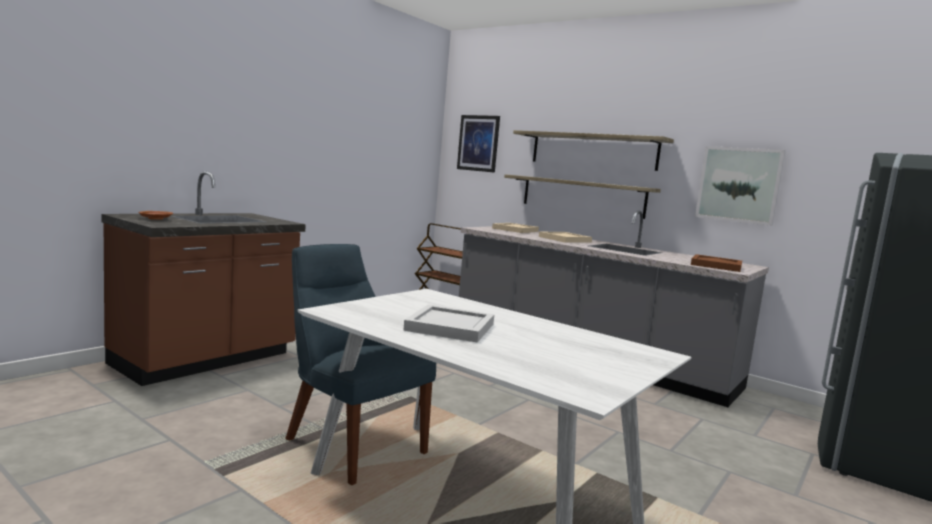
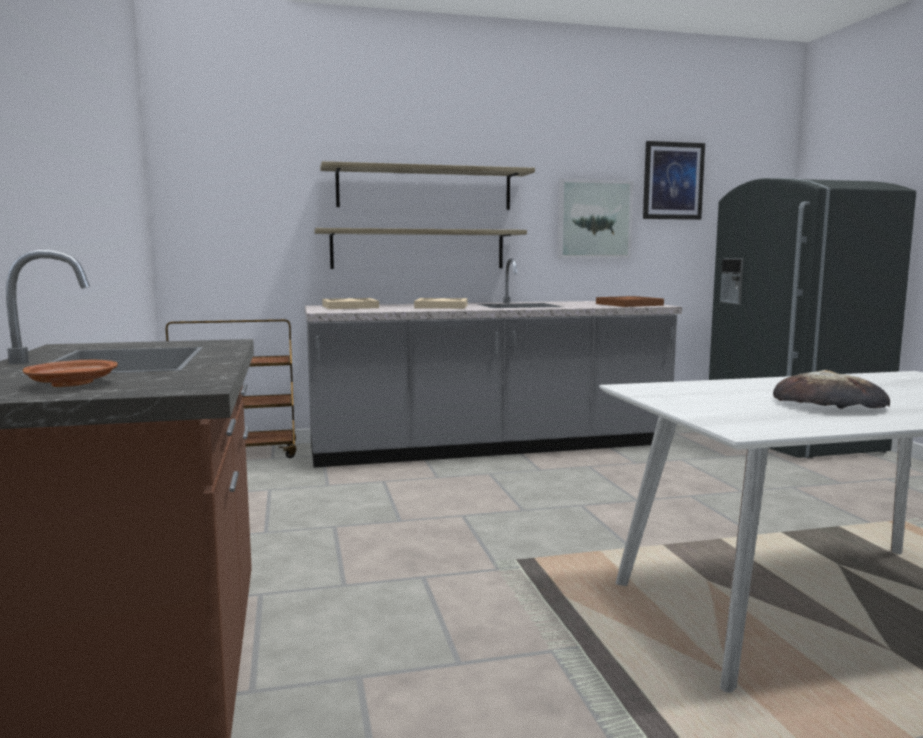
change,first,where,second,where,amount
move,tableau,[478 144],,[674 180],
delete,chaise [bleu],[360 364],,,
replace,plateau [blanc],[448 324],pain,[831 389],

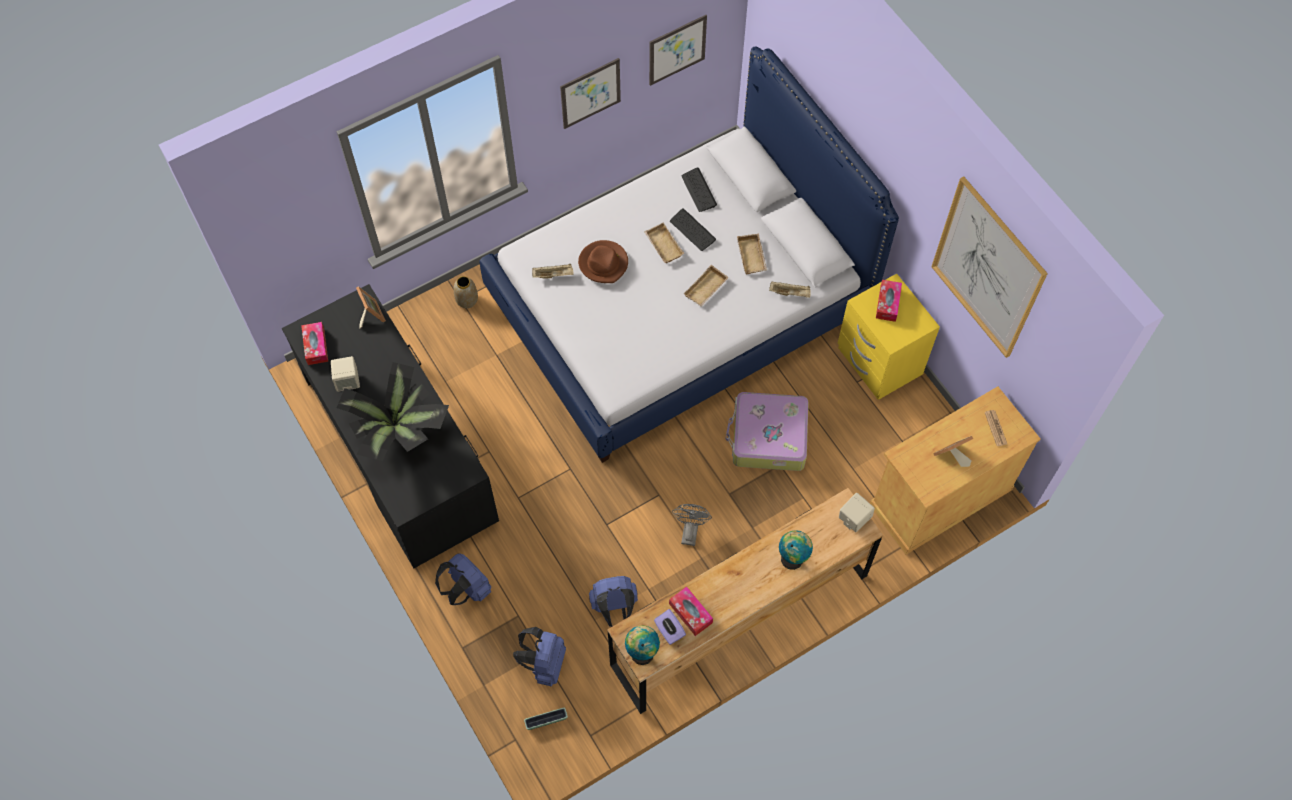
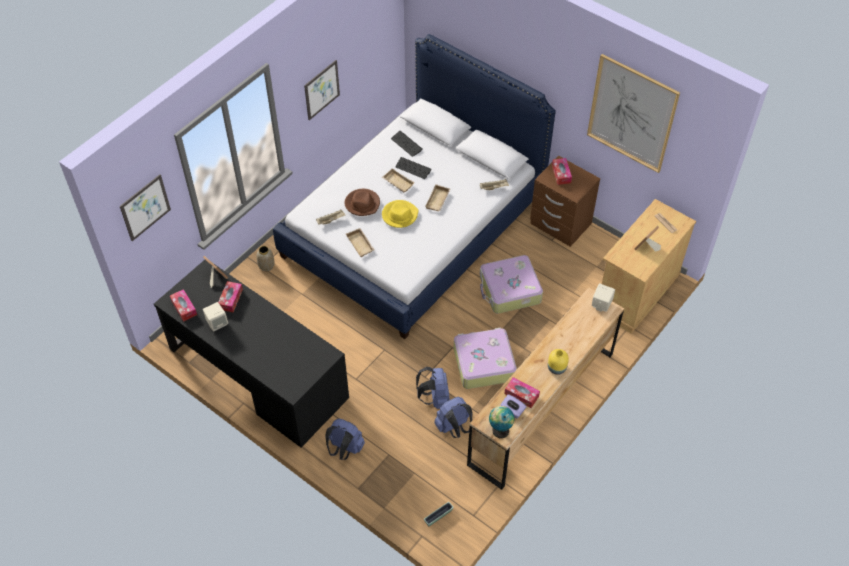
change,first,where,second,where,amount
move,tableau,[678 50],,[145 207],
move,plateau [beige],[752 254],,[360 242],
recolor,table de chevet [jaune],[889 337],table de chevet [marron],[565 201],
delete,plante en pot,[393 411],,,
replace,ventilateur [gris],[692 525],valise,[485 358],
delete,globe,[796 550],,,
move,sac à dos [bleu],[539 657],,[433 388],
insert,,,chapeau [jaune],[400 214],
insert,,,boîte à mouchoirs,[230 296],
insert,,,vase [jaune],[558 362],

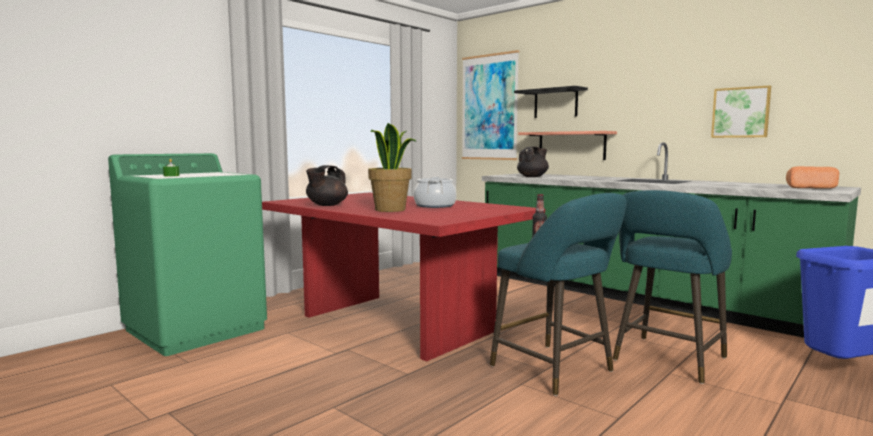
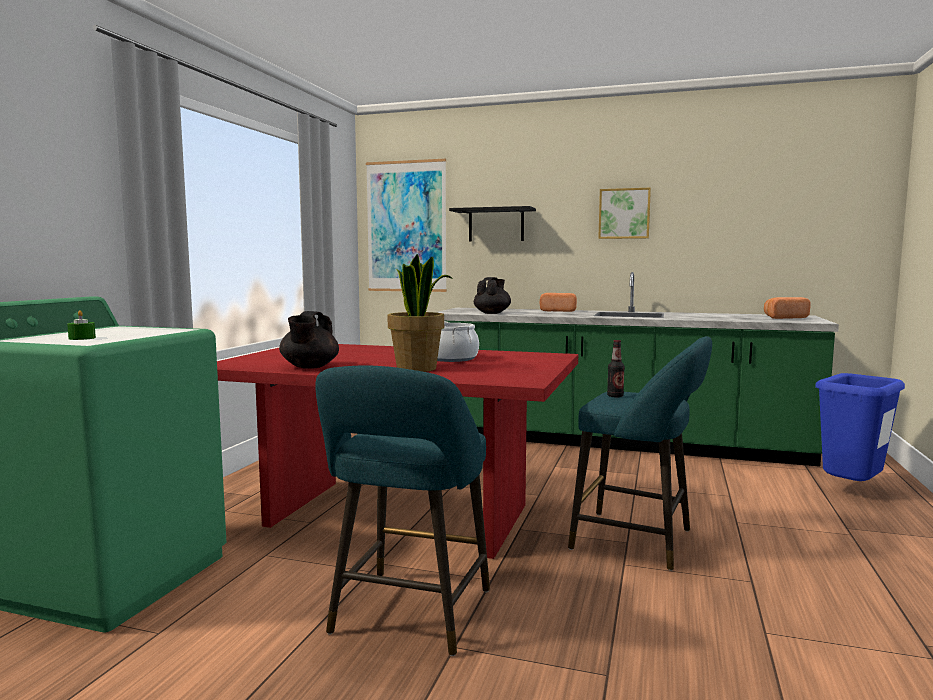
change,first,where,second,where,amount
move,tableau,[741 111],,[624 213],
delete,étagère,[567 145],,,
move,tabouret [turquoise],[672 287],,[402 510],
insert,,,pain,[558 302],

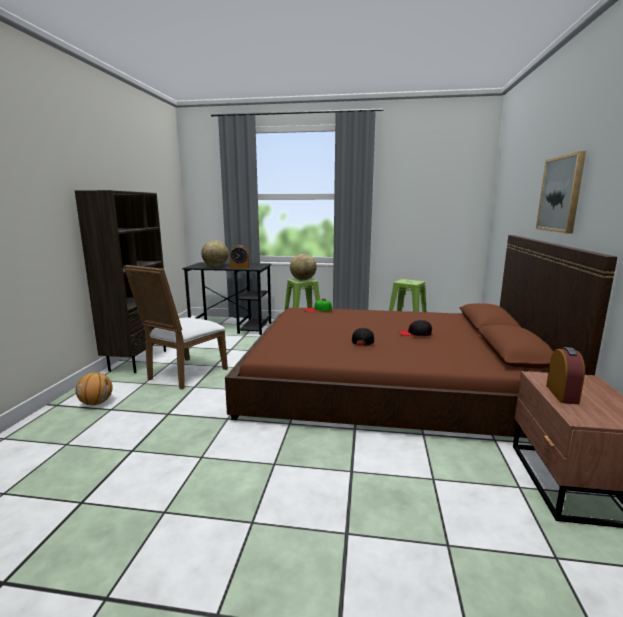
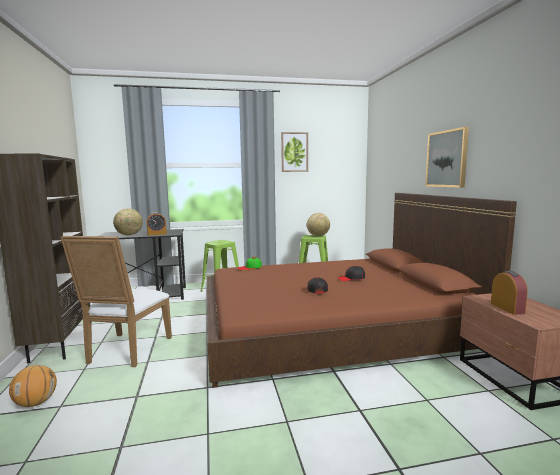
change,first,where,second,where,amount
move,globe,[303 267],,[318 224],
insert,,,tableau,[294 152],

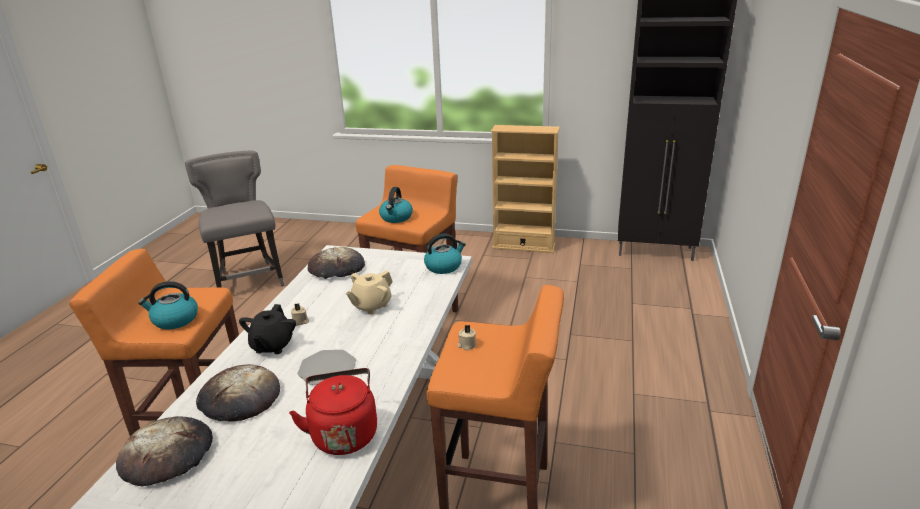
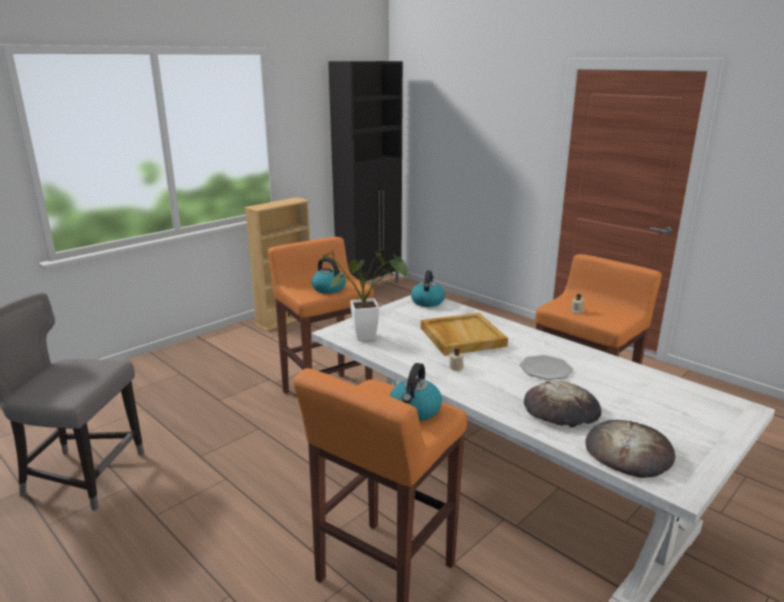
change,first,where,second,where,amount
replace,pain,[336 263],plante en pot,[364 295],
replace,théière [beige],[369 292],plateau [beige],[464 334],
delete,théière [noir],[267 329],,,
delete,bouilloire [rouge],[333 411],,,

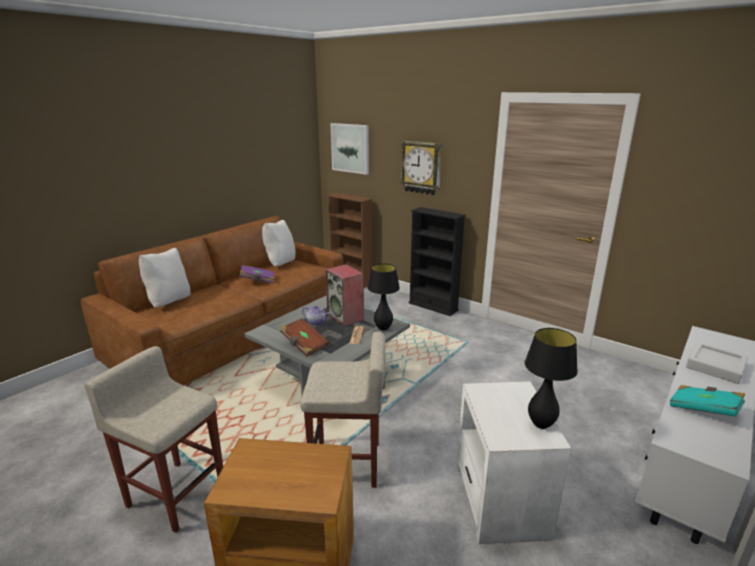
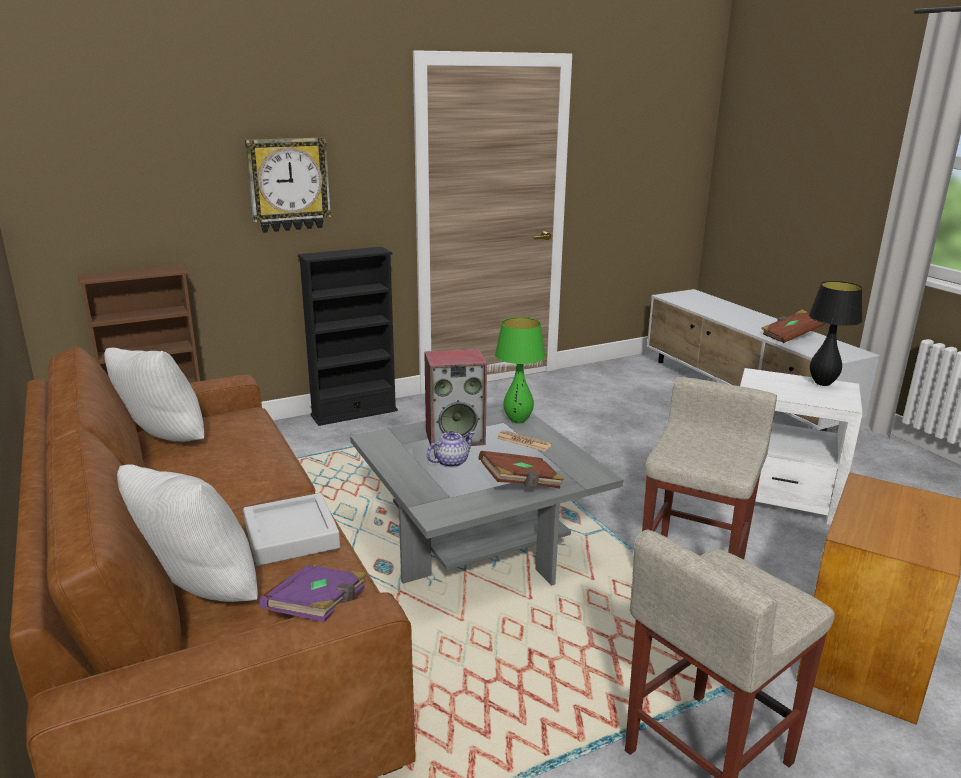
change,first,where,second,where,amount
delete,tableau,[349 149],,,
recolor,lampe de table [noir],[384 297],lampe de table [vert],[520 370],
move,livre [violet],[257 274],,[313 593],
move,plateau [gris],[717 363],,[291 529],
recolor,livre [turquoise],[707 401],livre [marron],[793 326],

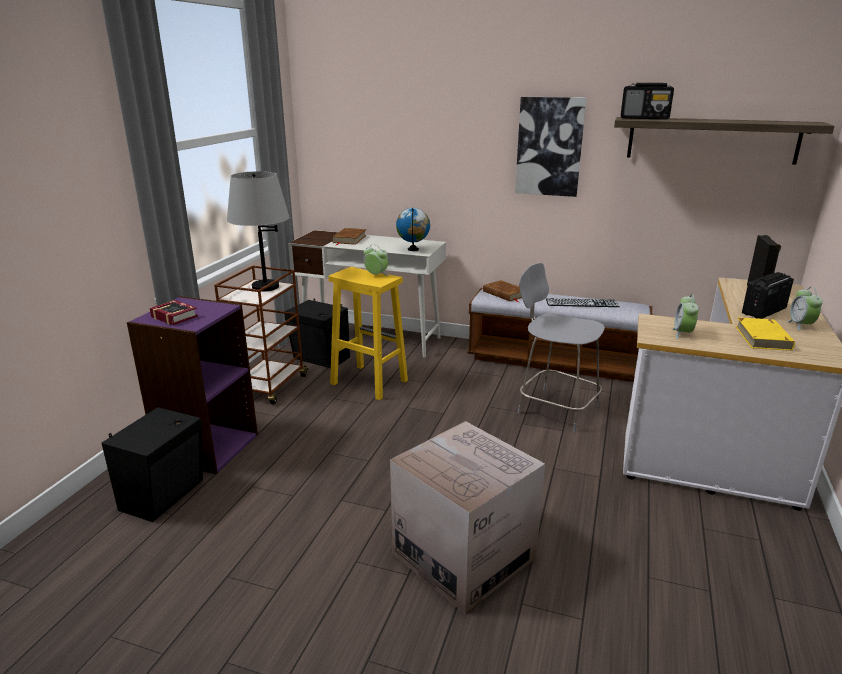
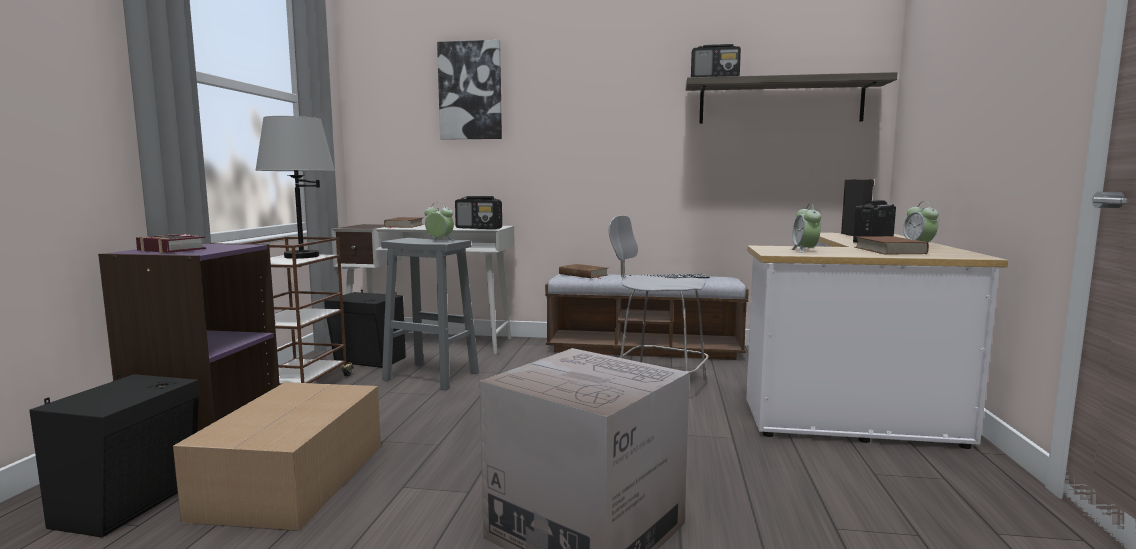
change,first,where,second,where,amount
move,tableau,[550 147],,[469 90],
replace,globe,[413 229],radio,[478 212],
recolor,tabouret [jaune],[368 333],tabouret [gris],[430 314],
recolor,livre [jaune],[765 334],livre [marron],[892 245],
insert,,,carton,[277 456],

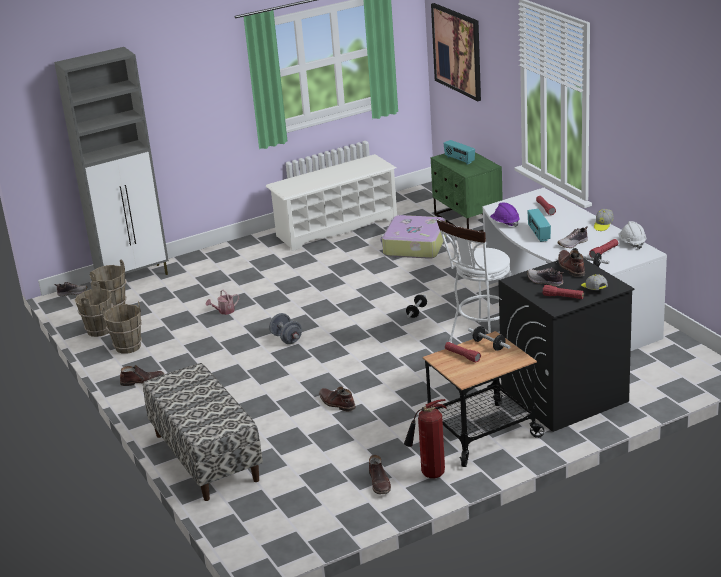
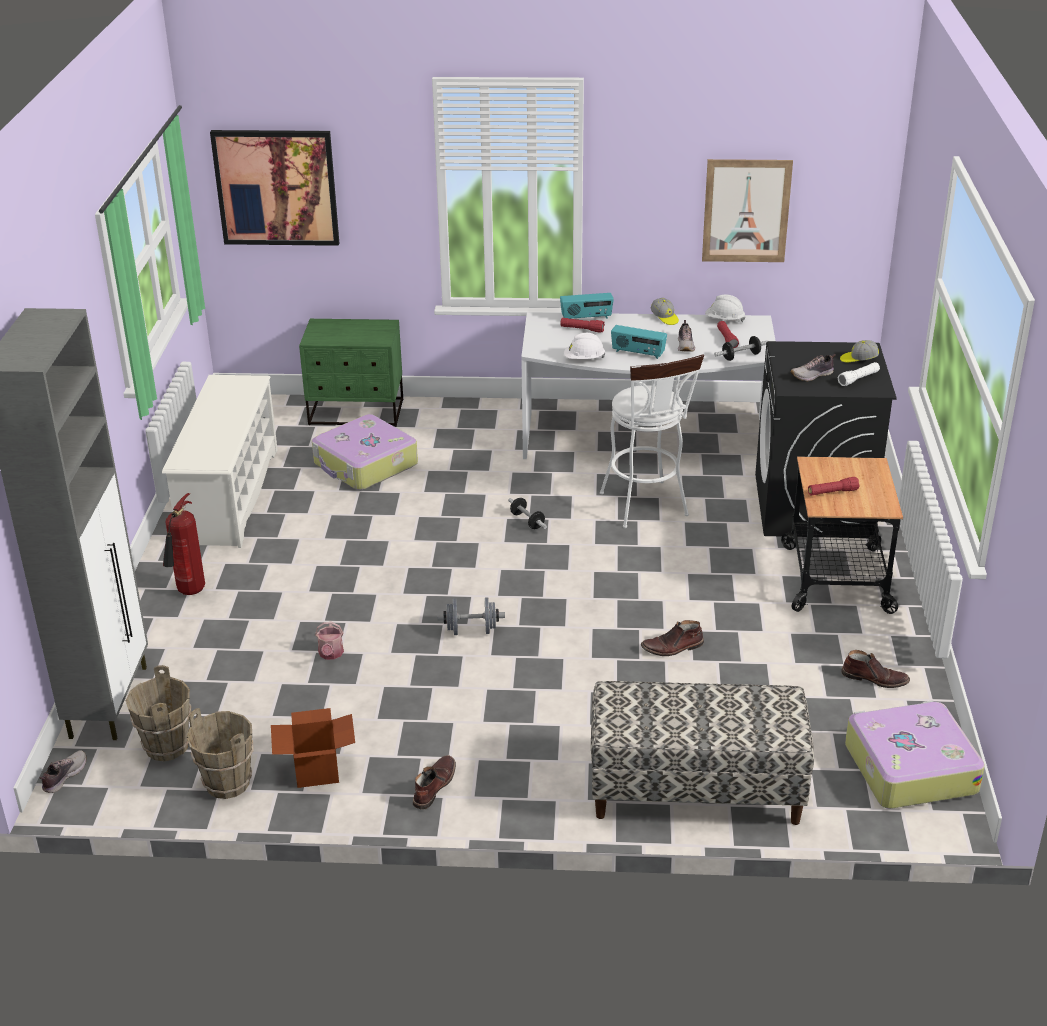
change,first,where,second,where,amount
move,radio,[459 152],,[587 306],
recolor,casque de chantier [violet],[505 215],casque de chantier [blanc],[585 346],
delete,botte [marron],[571 263],,,
recolor,lampe de poche [rouge],[563 292],lampe de poche [blanc],[859 374],
replace,seau [marron],[122 327],carton,[313 748],
delete,haltère,[489 338],,,
move,extincteur,[425 438],,[184 544],
insert,,,tableau,[747 210],
insert,,,valise,[915 754],

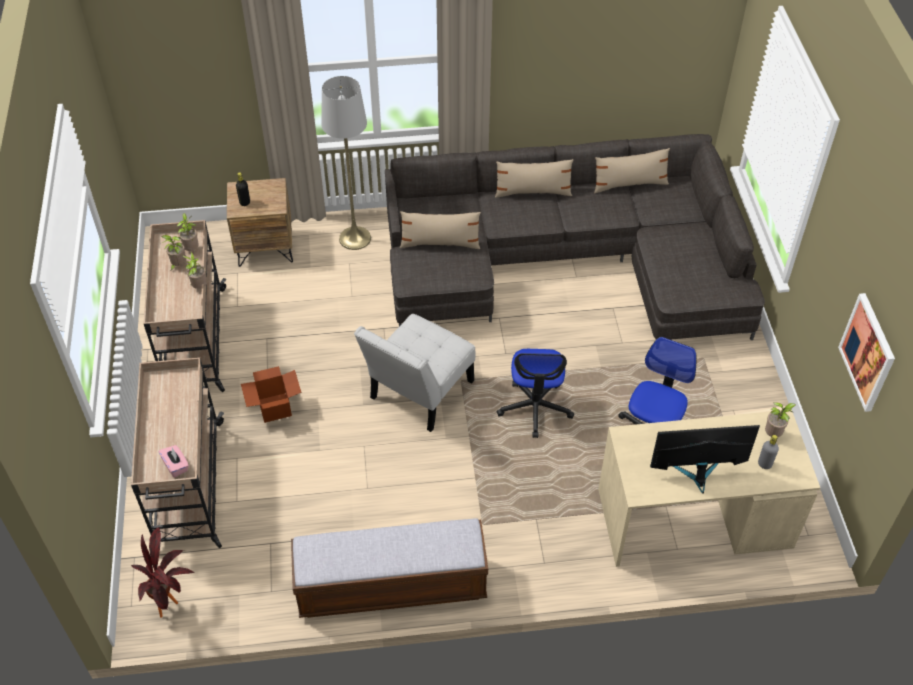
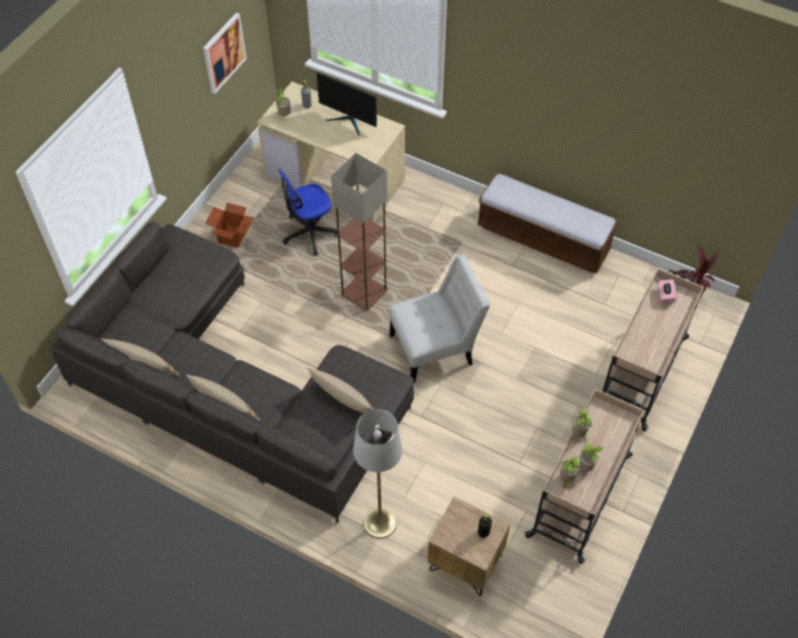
change,first,where,second,where,amount
replace,chaise de bureau,[535 393],lampadaire,[359 232],
move,carton,[271 394],,[229 225],

